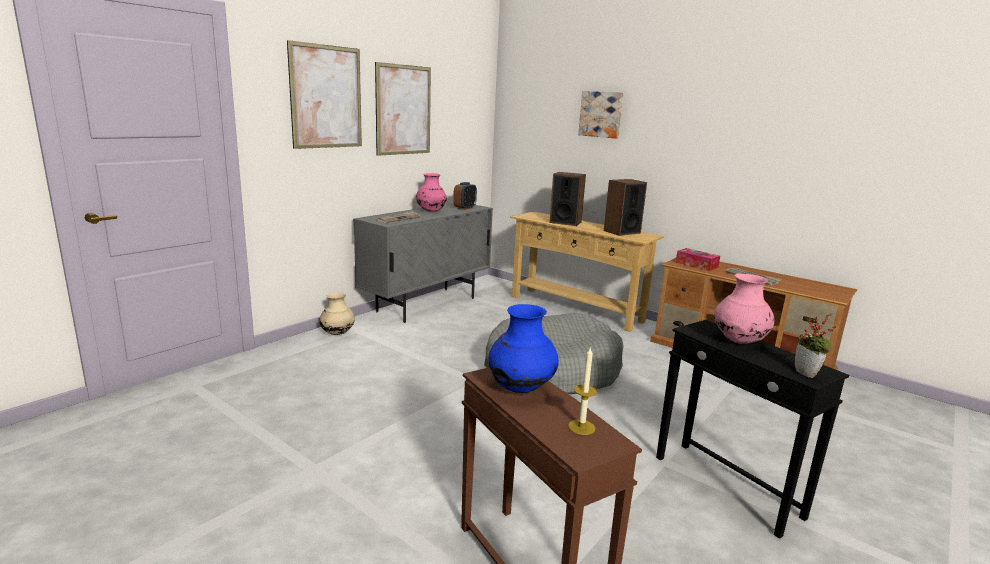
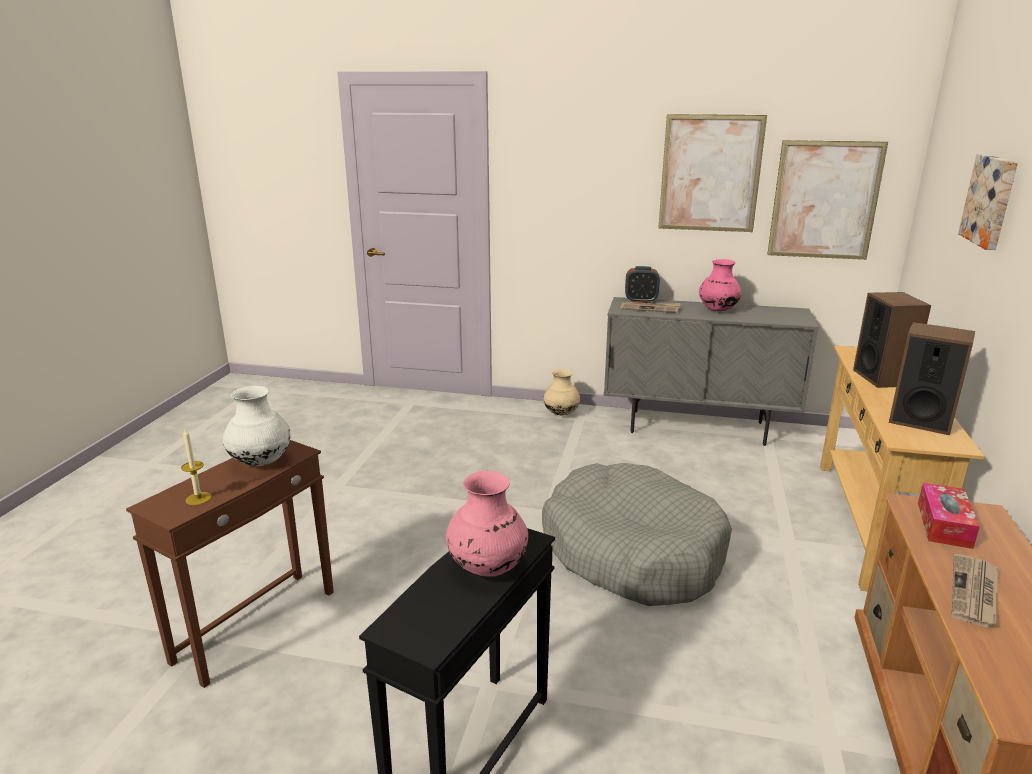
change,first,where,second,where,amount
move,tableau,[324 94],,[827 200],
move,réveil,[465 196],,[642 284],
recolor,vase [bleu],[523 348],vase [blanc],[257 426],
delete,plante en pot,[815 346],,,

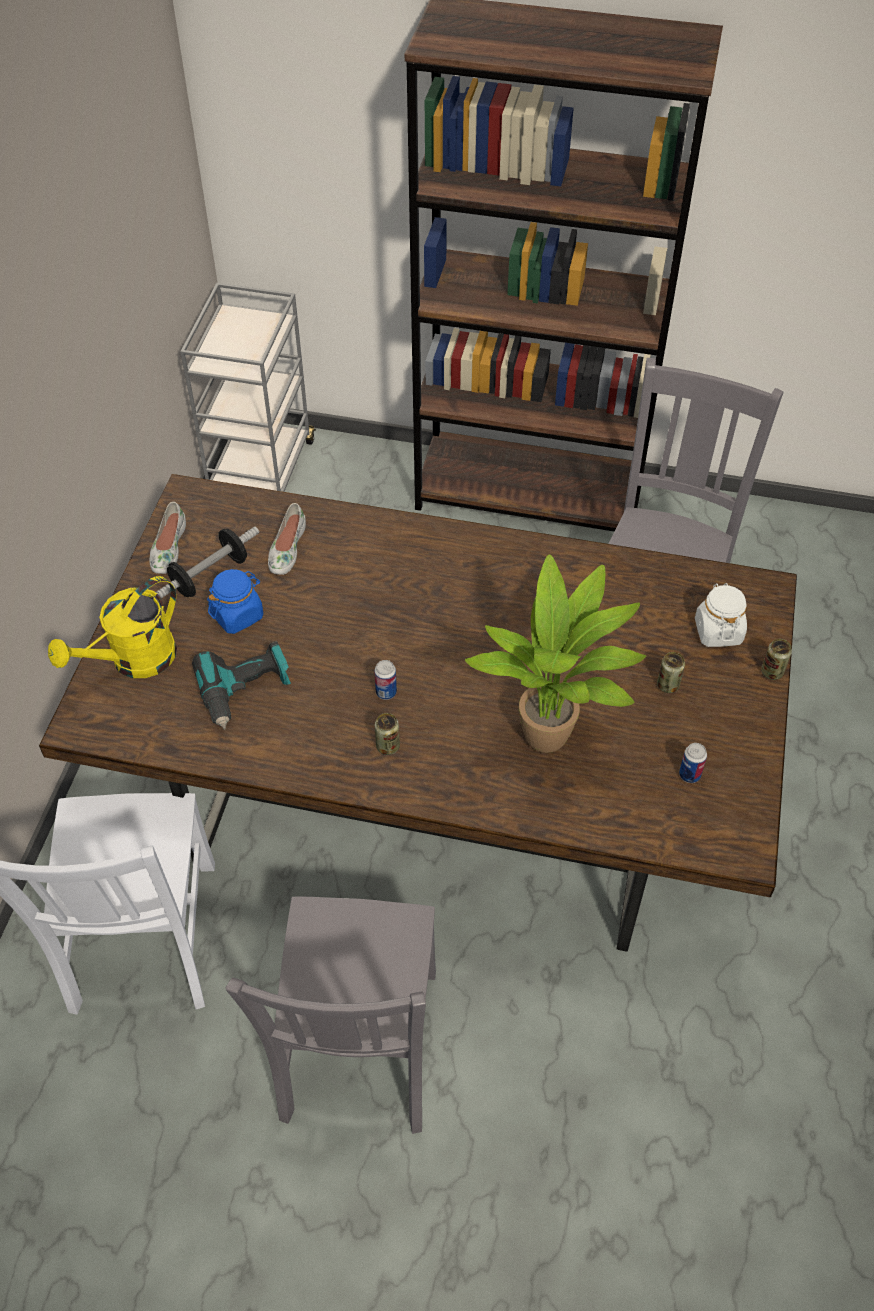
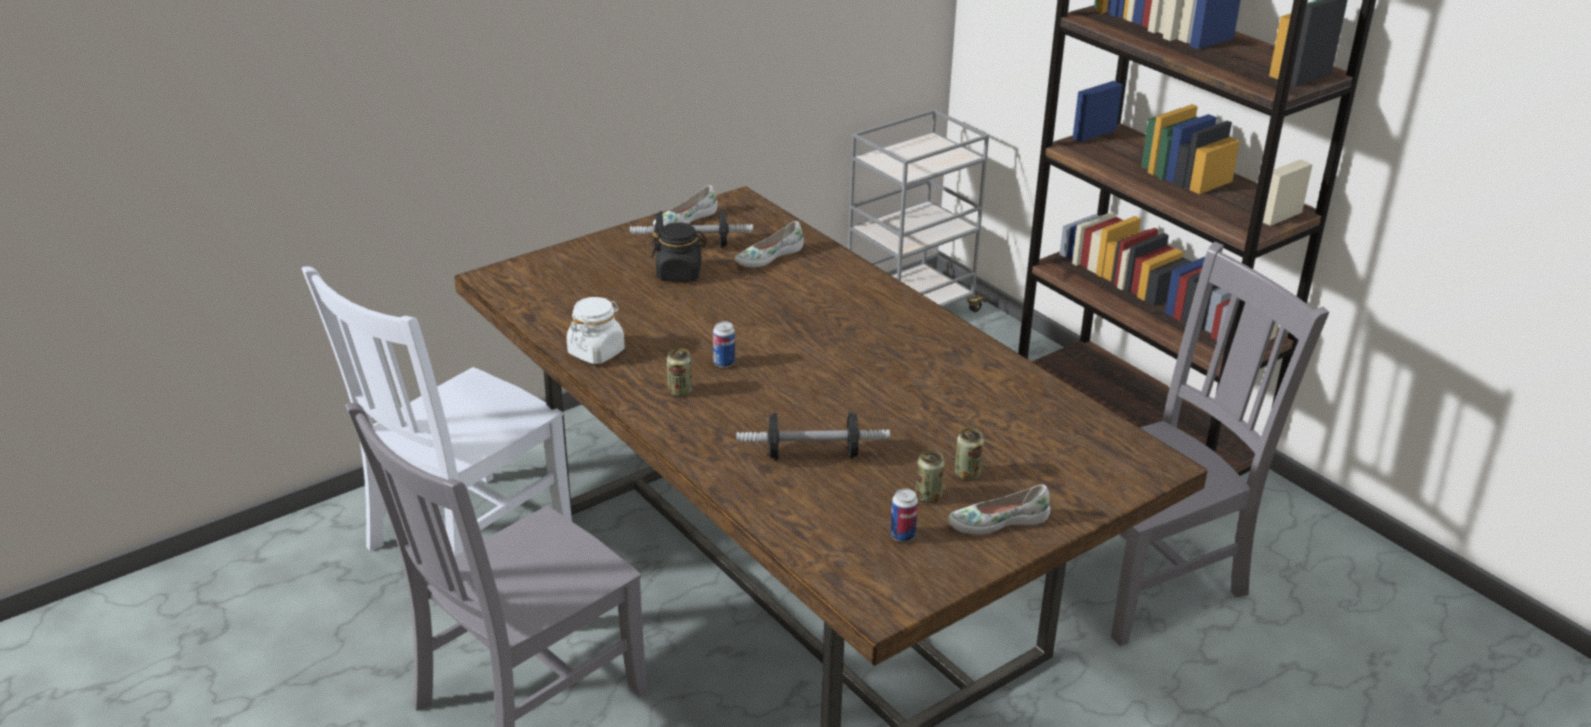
change,first,where,second,where,amount
replace,plante en pot,[555 654],haltère,[813 436],
recolor,bocal [bleu],[235 601],bocal [noir],[679 252],
delete,arrosoir [jaune],[112 627],,,
move,bocal [blanc],[721 615],,[596 330],
move,boîte métallique,[776 659],,[930 476],
delete,perceuse,[241 685],,,
insert,,,chaussure [blanc],[999 509],

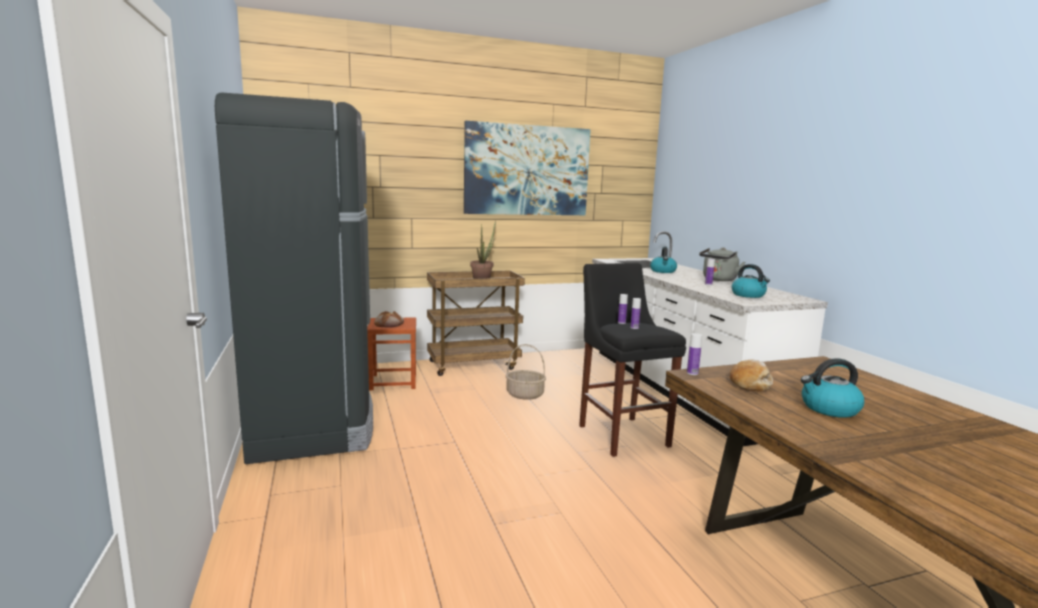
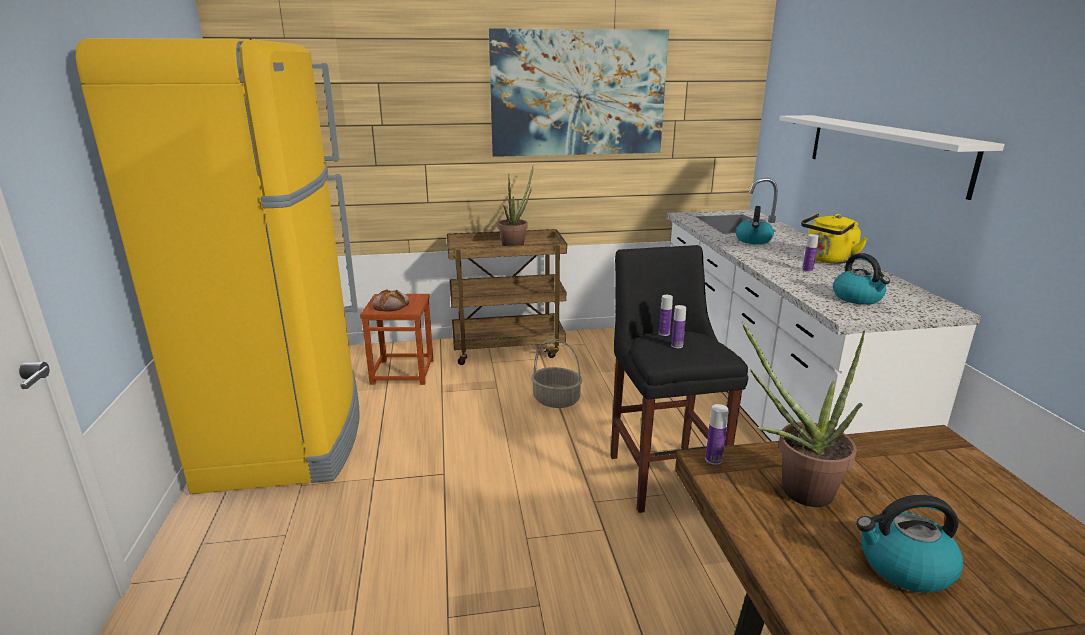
change,first,where,second,where,amount
recolor,réfrigérateur [noir],[294 278],réfrigérateur [jaune],[218 266],
recolor,bouilloire [gris],[722 264],bouilloire [jaune],[834 238],
replace,pain,[751 376],plante en pot,[803 414],
insert,,,étagère [blanc],[892 157],

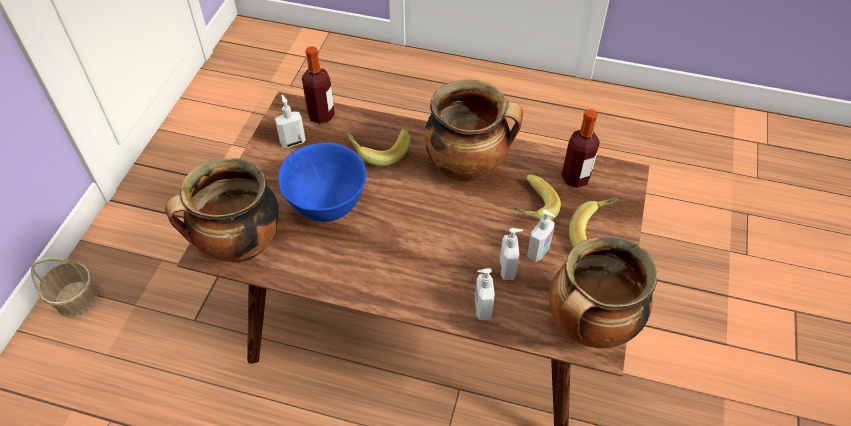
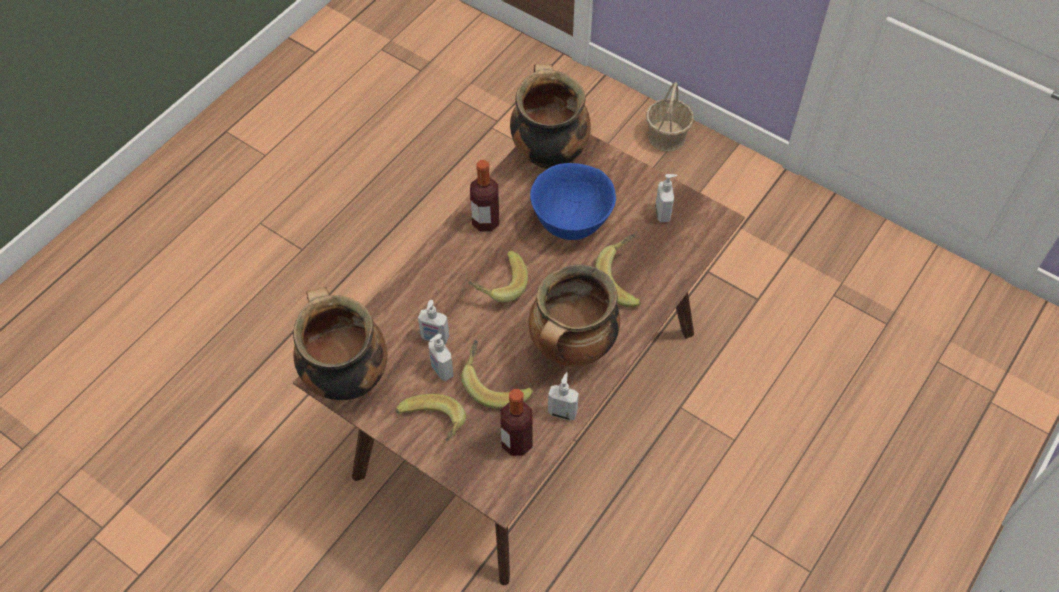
change,first,where,second,where,amount
move,bouteille,[318 85],,[484 196],
move,distributeur de savon,[485 294],,[563 396],
insert,,,banane,[498 277],

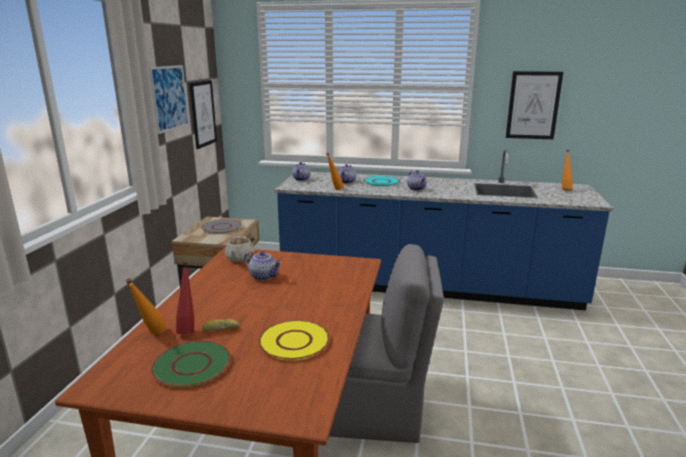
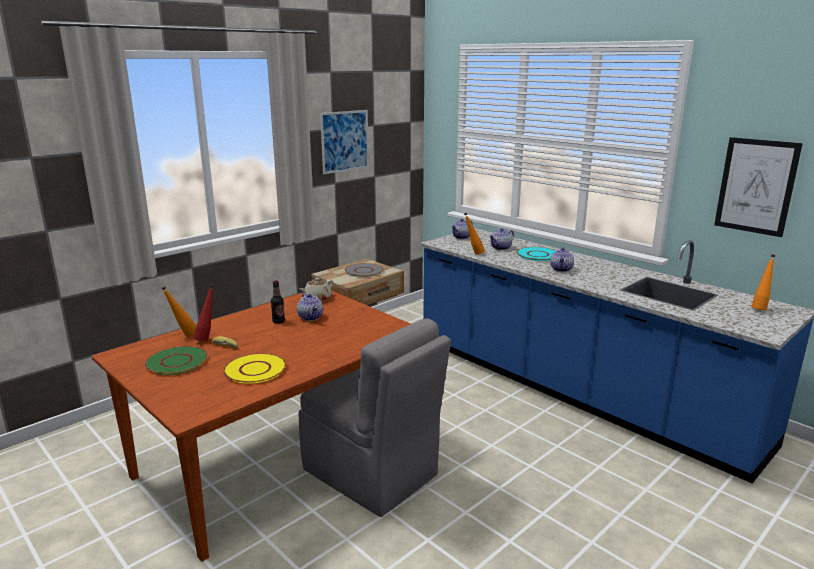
change,first,where,second,where,amount
delete,tableau,[203 114],,,
insert,,,bouteille,[278 302],

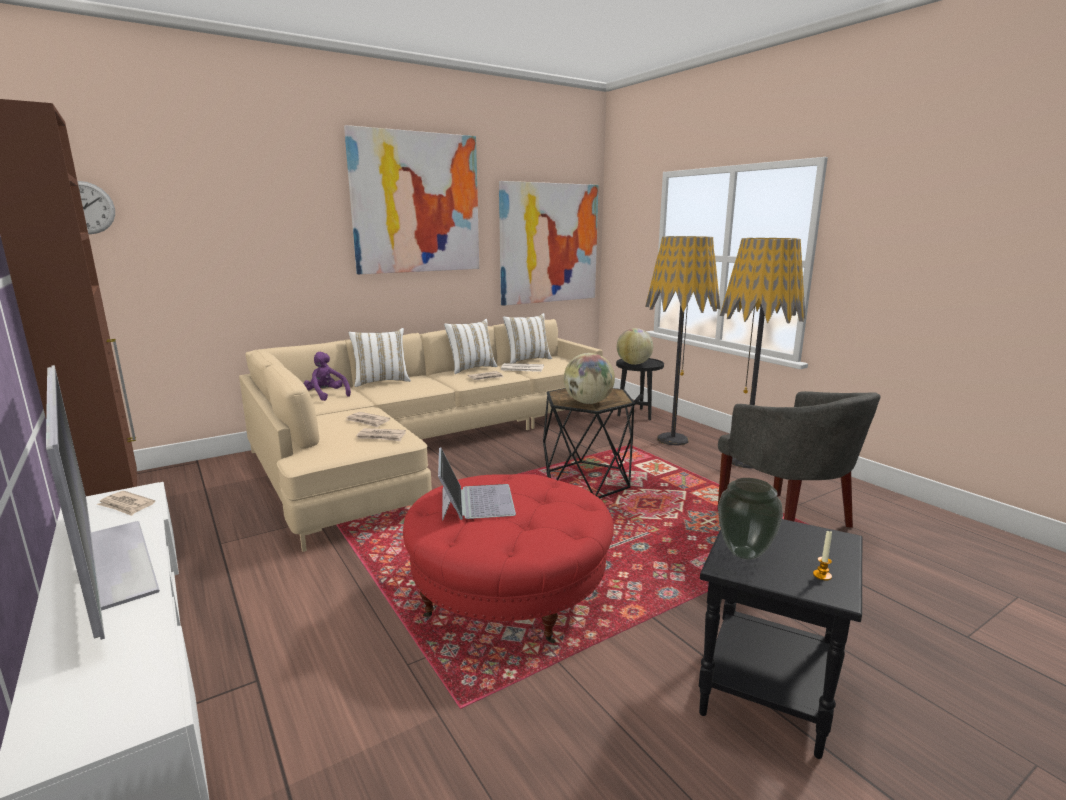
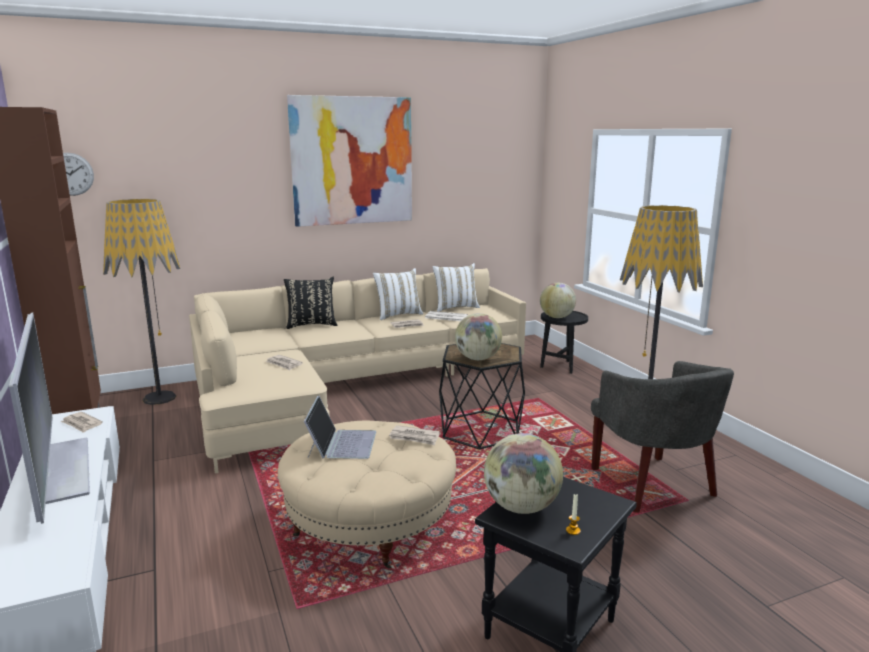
change,first,where,second,where,amount
delete,tableau,[548 243],,,
move,lampadaire,[682 341],,[141 302],
recolor,coussin [blanc],[379 357],coussin [noir],[311 303],
delete,peluche [violet],[327 376],,,
move,journal,[381 434],,[414 435],
recolor,pouf [rouge],[508 558],pouf [beige],[367 495],
replace,vase,[750 519],globe,[523 473],

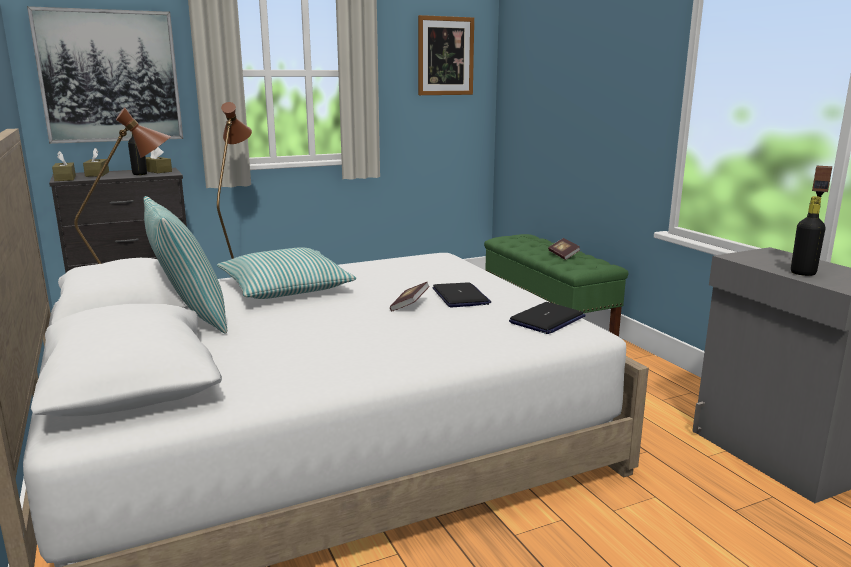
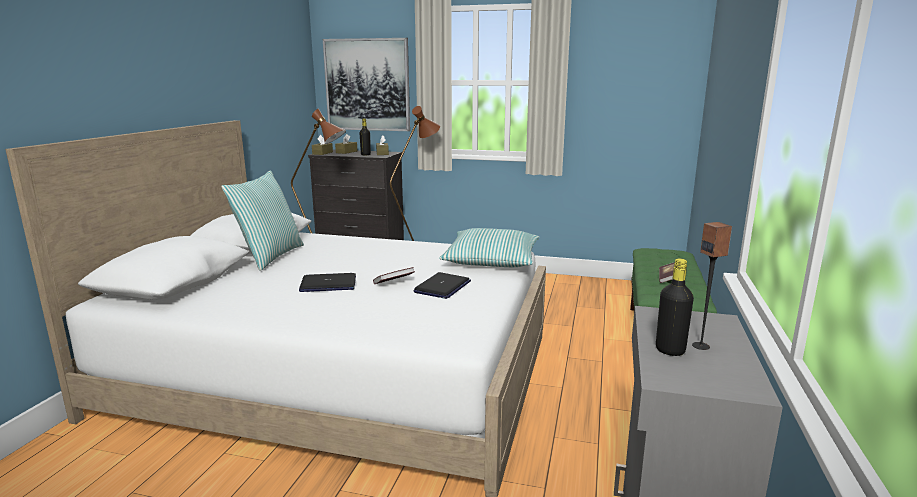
change,first,where,second,where,amount
delete,tableau,[446 55],,,
move,coussin,[287 273],,[489 247],
move,ordinateur portable,[547 318],,[327 282],

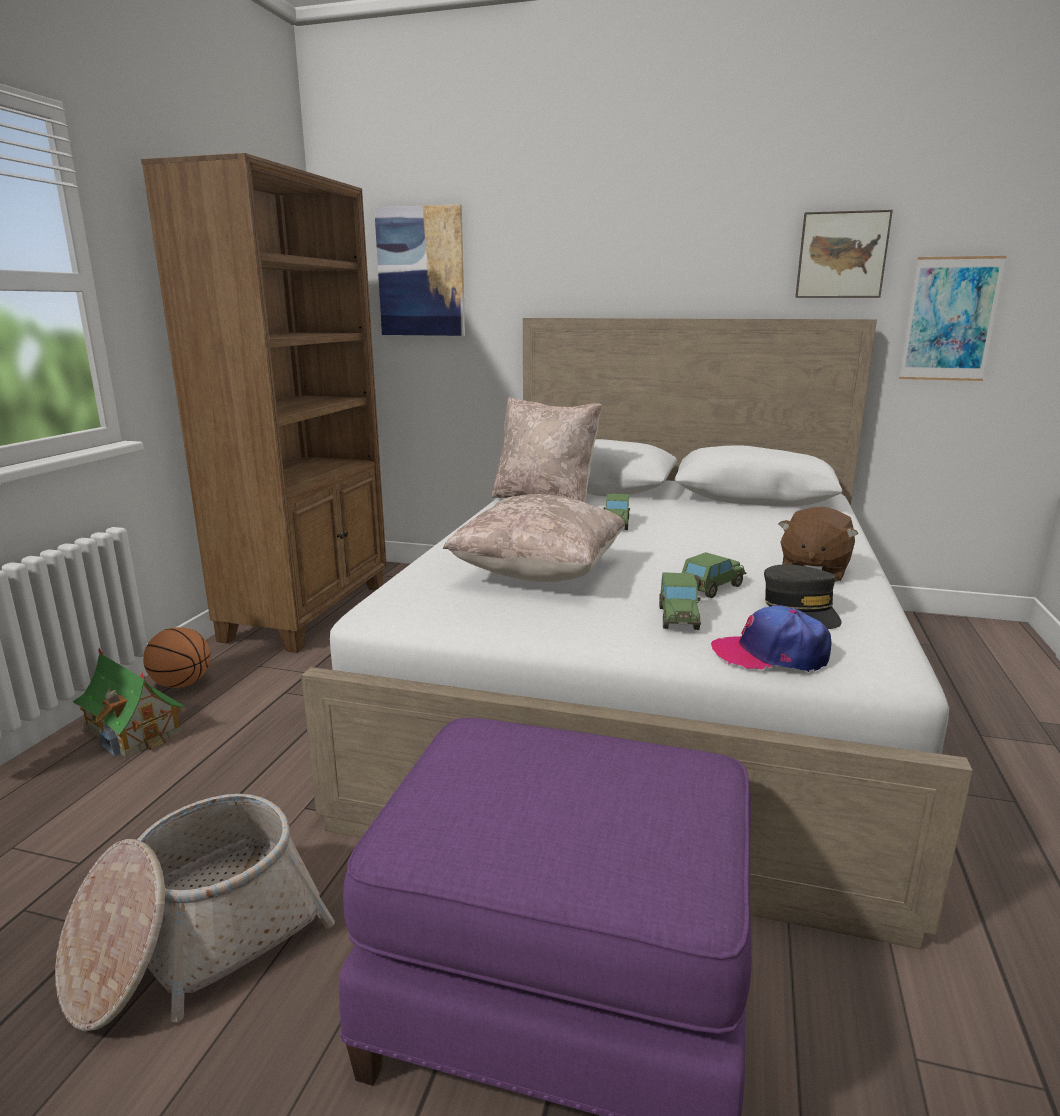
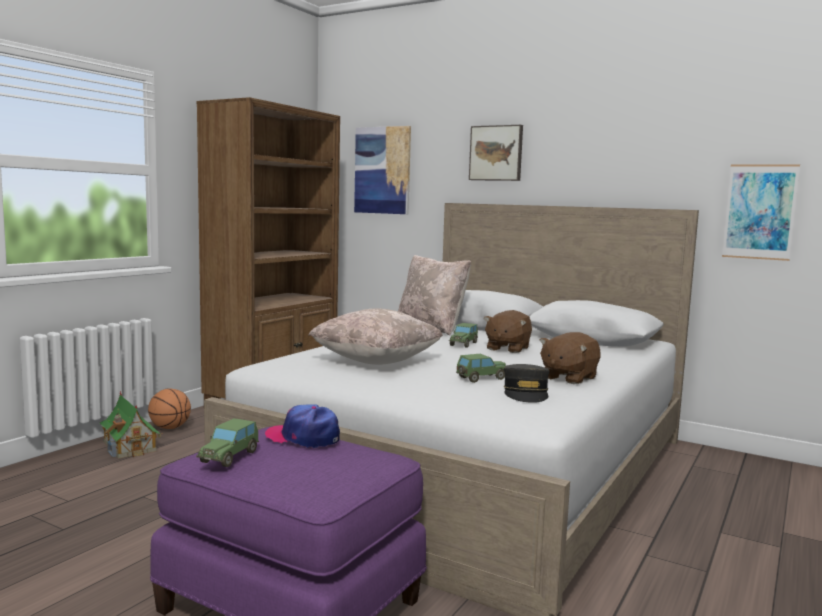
change,first,where,second,where,amount
move,tableau,[844 254],,[496 153],
move,petite voiture,[680 601],,[227 442],
move,casquette,[771 638],,[302 426],
delete,panier,[195 912],,,
insert,,,peluche [marron],[508 331],

